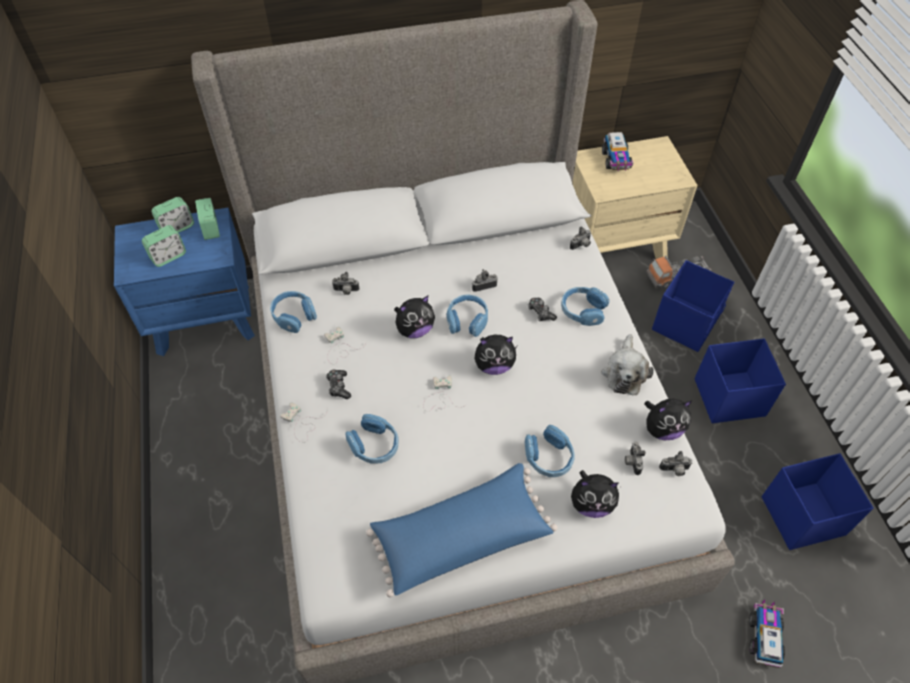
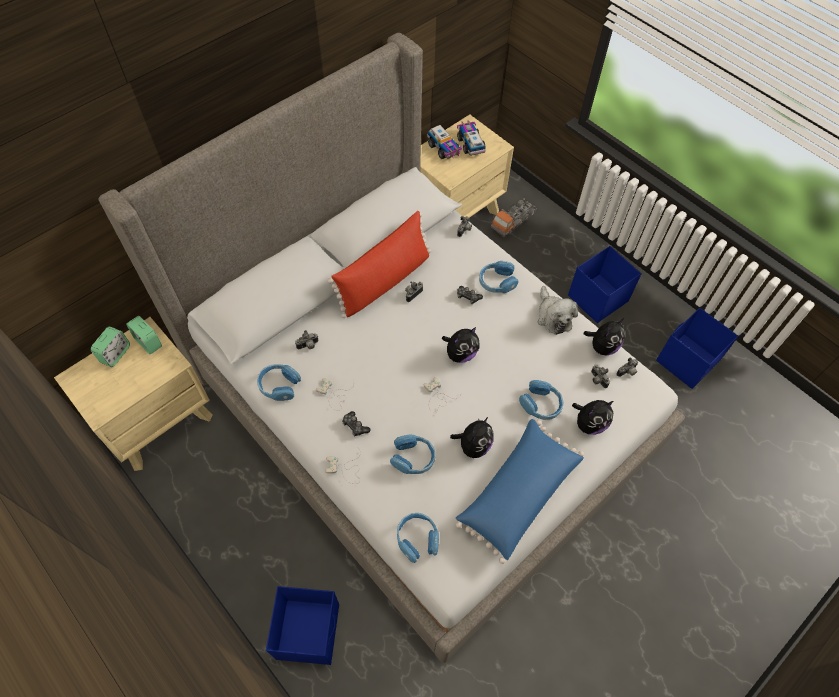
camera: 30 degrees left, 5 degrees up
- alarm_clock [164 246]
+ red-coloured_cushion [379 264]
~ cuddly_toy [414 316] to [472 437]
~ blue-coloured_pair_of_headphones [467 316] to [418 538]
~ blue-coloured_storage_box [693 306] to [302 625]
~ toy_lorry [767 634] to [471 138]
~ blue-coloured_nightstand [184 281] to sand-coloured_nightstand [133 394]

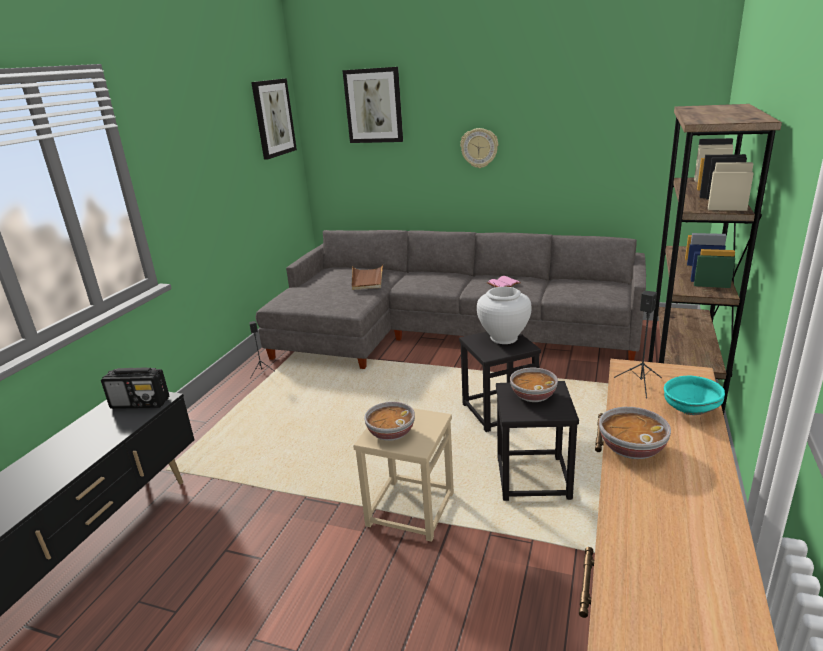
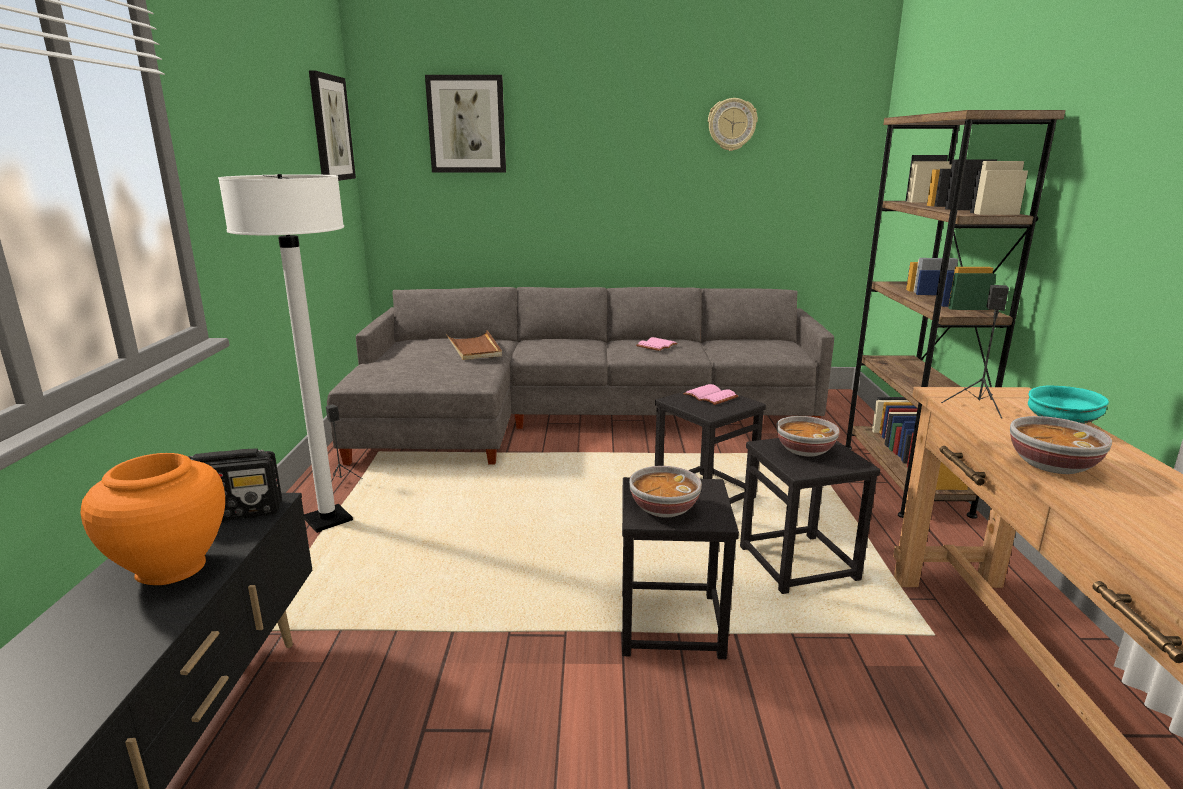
camera: 20 degrees left, 5 degrees down
+ orange_flower_vase [153 519]
+ whitish_standing_lamp [285 353]
~ hanging_clock [479 148] to [733 124]
~ whitish_flower_vase [504 315] to pink-coloured_book [710 394]
~ sand-coloured_stool [403 475] to black_stool [680 568]

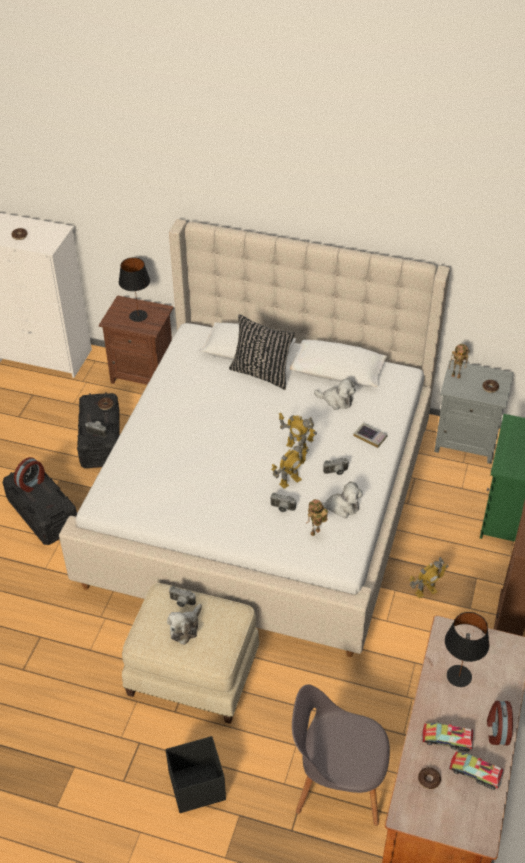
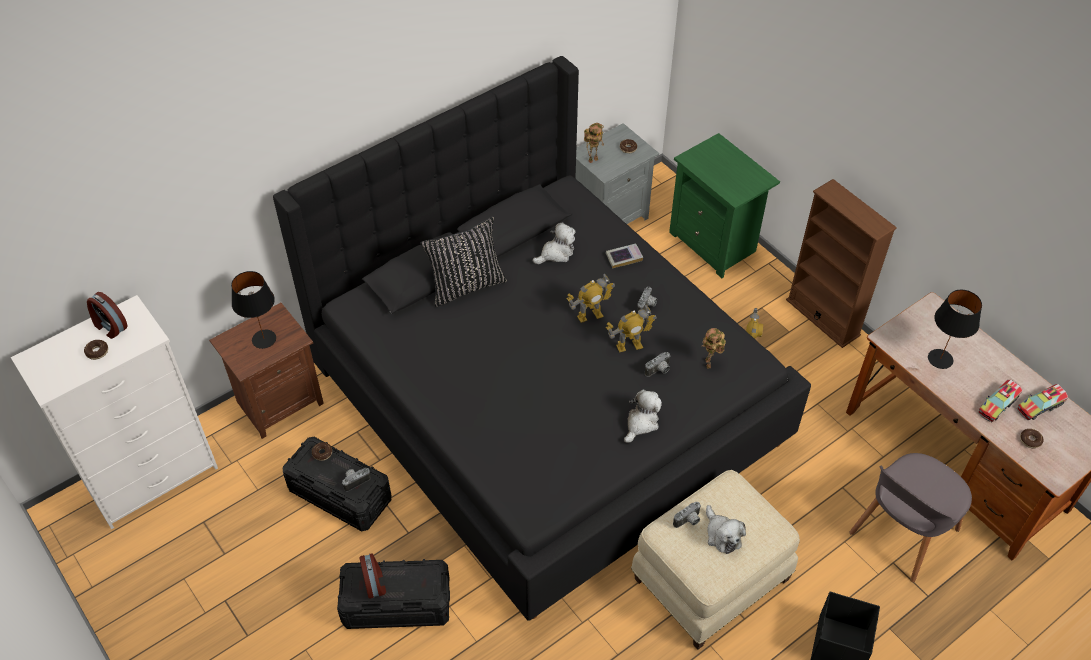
camera: 55 degrees left, 5 degrees up
~ cuddly_toy [342 500] to [643 416]
~ alarm_clock [500 723] to [107 315]
~ sand-coloured_bedroom_bed [254 438] to black_bedroom_bed [542 338]
~ robot_figure [290 465] = [631 329] 75 degrees clockwise

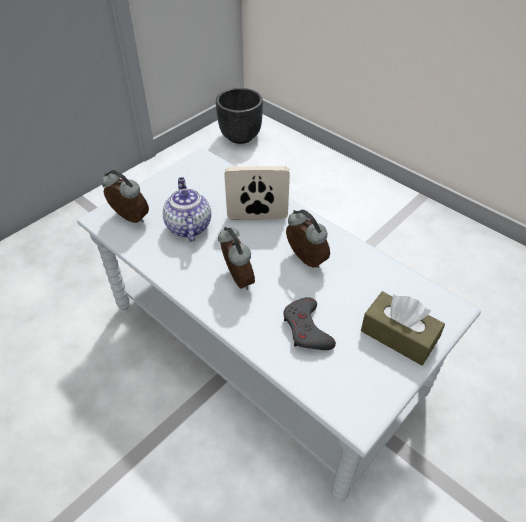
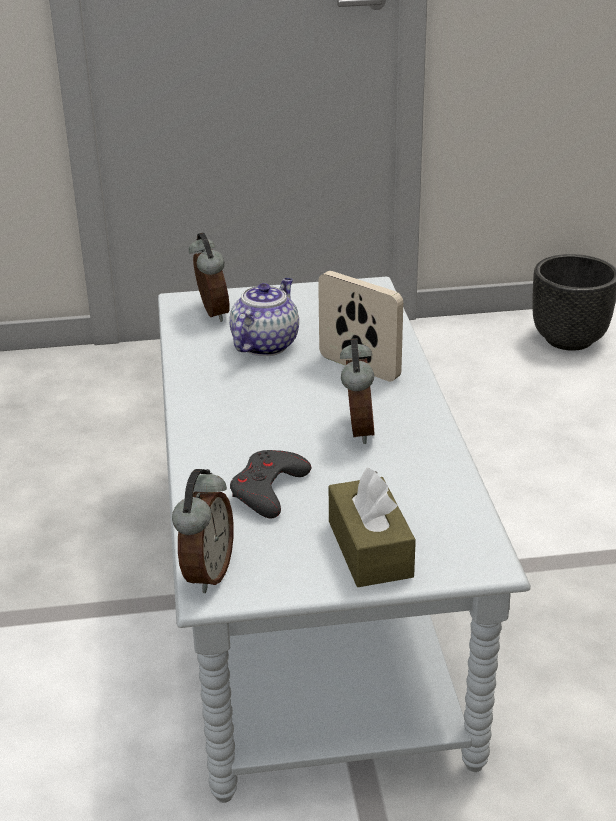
camera: 40 degrees right, 15 degrees down
~ alarm_clock [236 258] to [203 531]

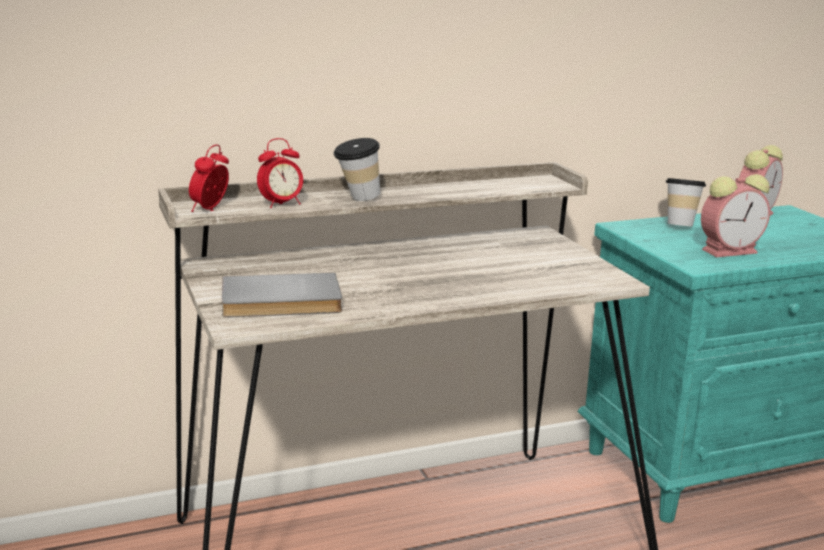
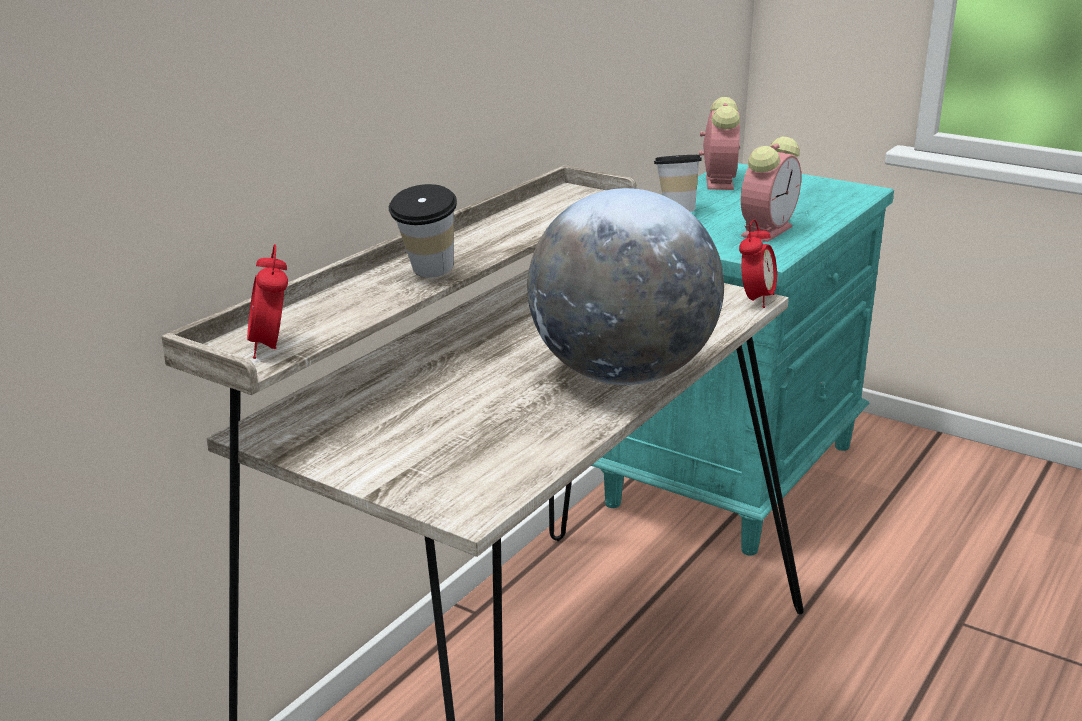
camera: 35 degrees left, 5 degrees up
- grey_book [282 295]
+ globe [625 286]
~ alarm_clock [280 173] to [758 263]

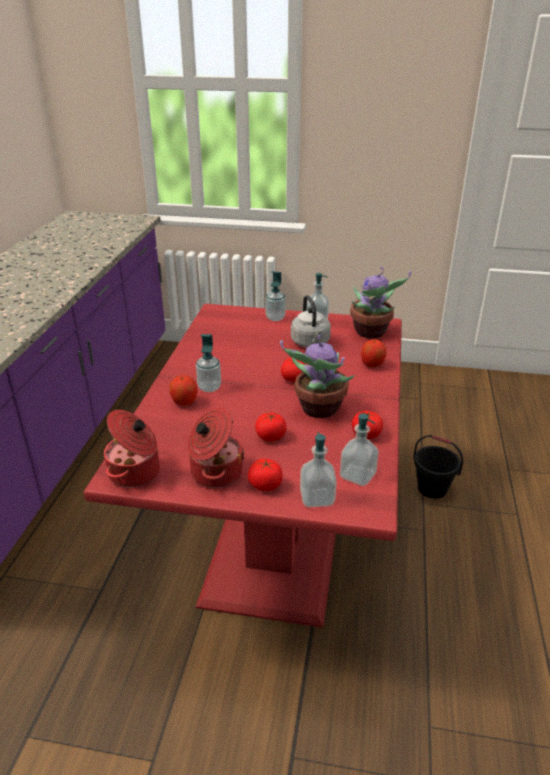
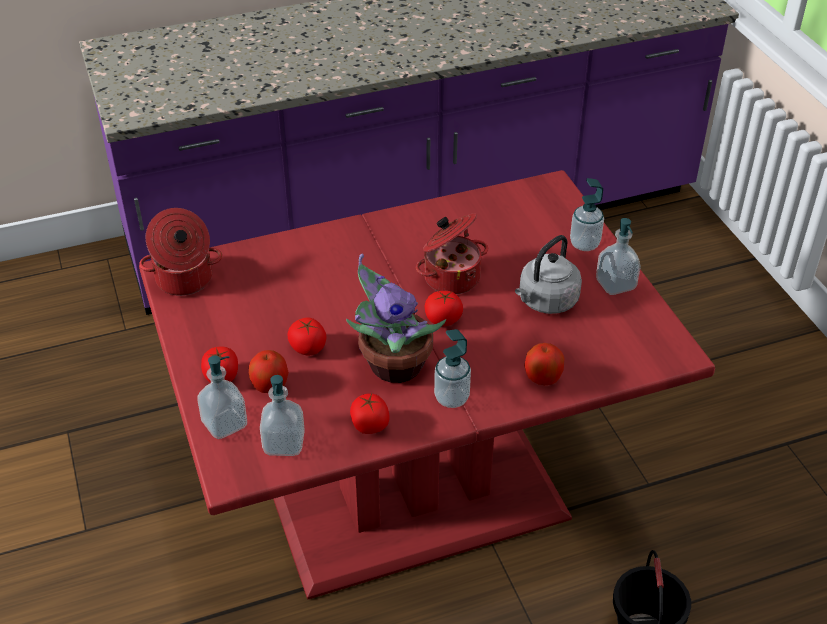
camera: 60 degrees right, 10 degrees up
- plant_in_a_pot [380 303]
~ apple [183 390] to [269 371]
~ cooking_pot [216 447] to [452 253]
~ soap_bottle [208 363] to [452 368]

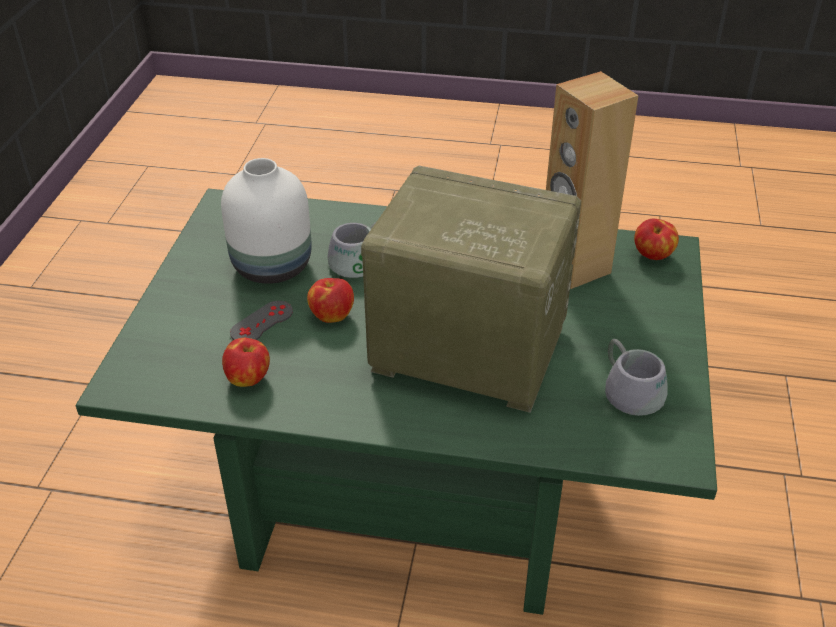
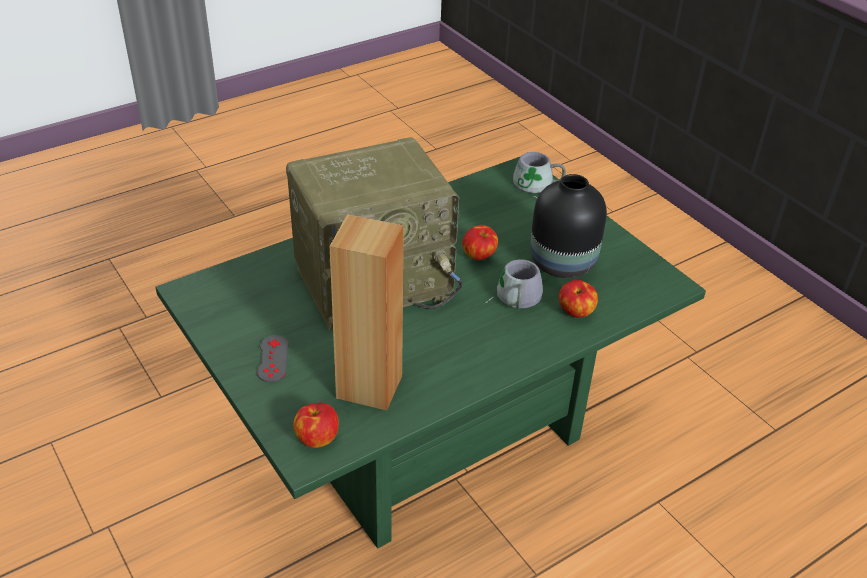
camera: 135 degrees right, 0 degrees up
~ apple [246 362] to [578 299]
~ grey_joypad [261 320] to [272 358]
~ grey_mug [636 377] to [539 175]
~ whitish_flower_vase [266 221] to black_flower_vase [568 226]

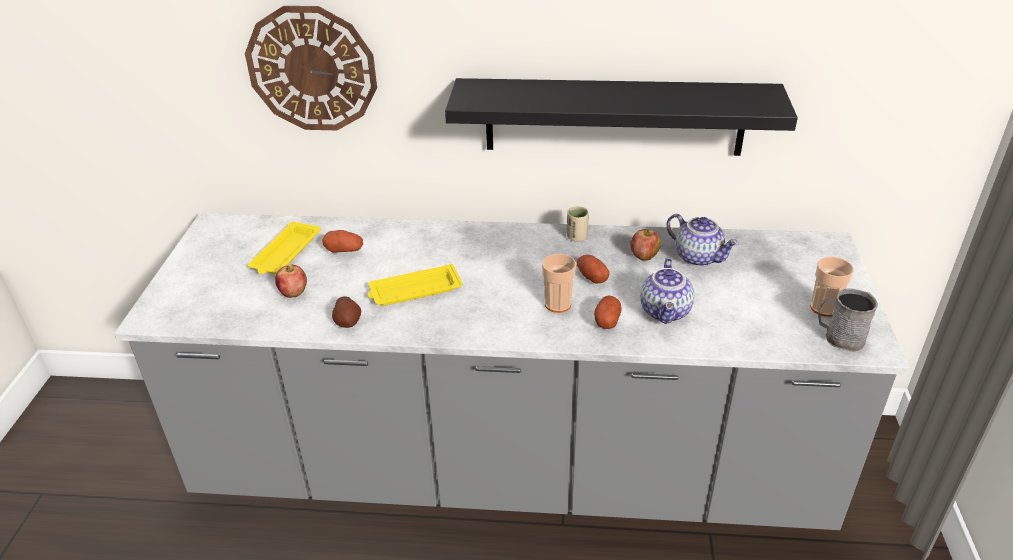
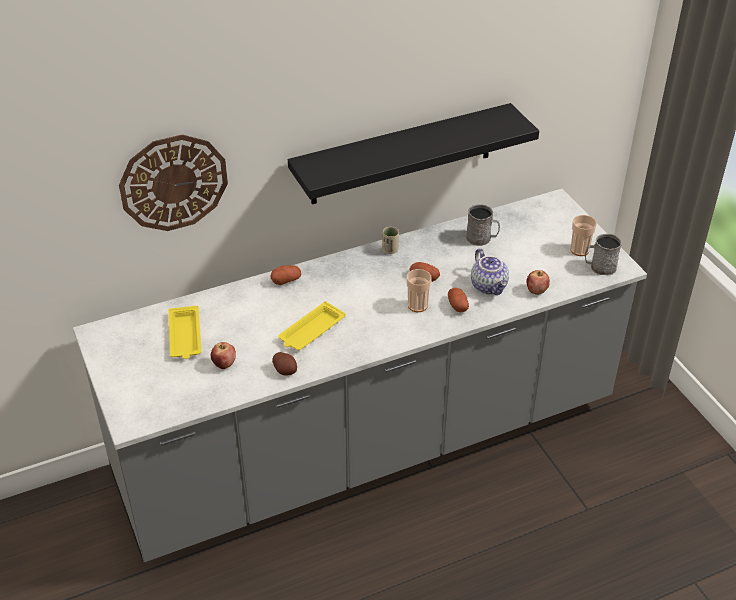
camera: 30 degrees left, 5 degrees up
~ whole_potato [342 241] to [286 275]
~ apple [646 244] to [538 282]
~ pot_for_tea [702 240] to grey_mug [483 225]

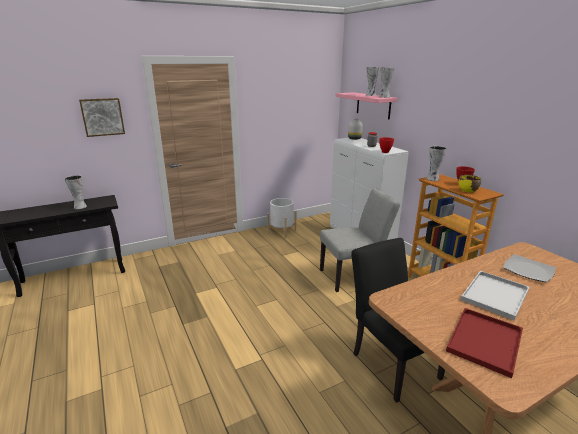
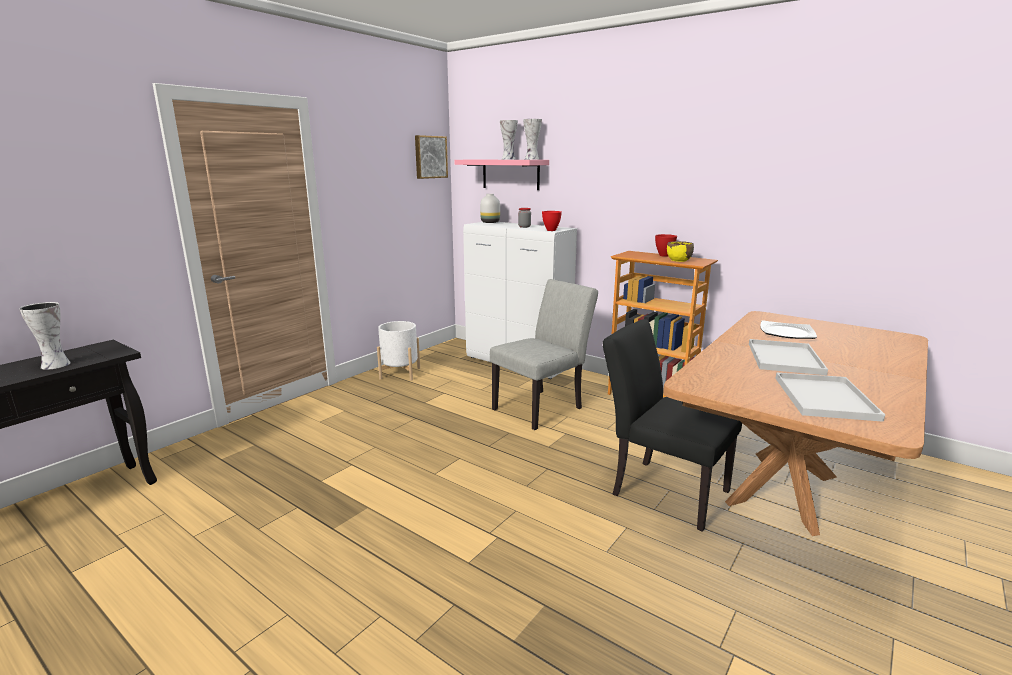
camera: 25 degrees left, 5 degrees down
- flower_vase [436 163]
~ wall_picture [102 117] to [431 157]
~ red-coloured_carrying_tray [484 343] to whitish_carrying_tray [830 397]

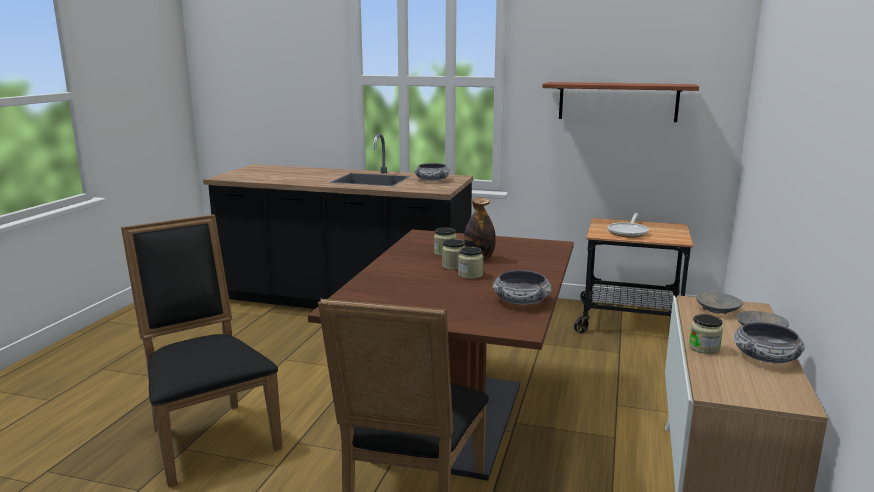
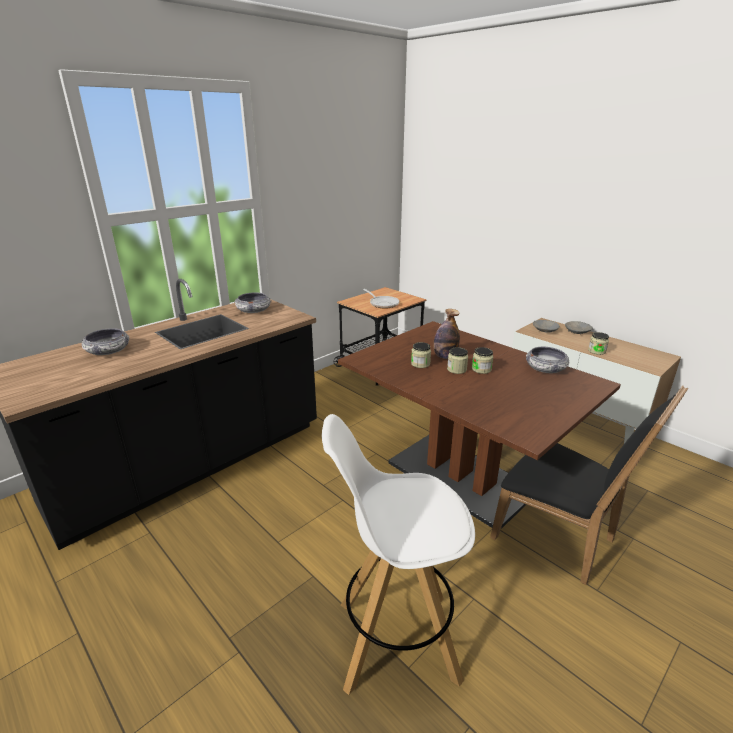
camera: 60 degrees left, 10 degrees up
- wall_shelf [620 102]
~ serving_bowl [769 342] to [105 341]
~ black_chair [202 351] to whitish_stool [398 554]

